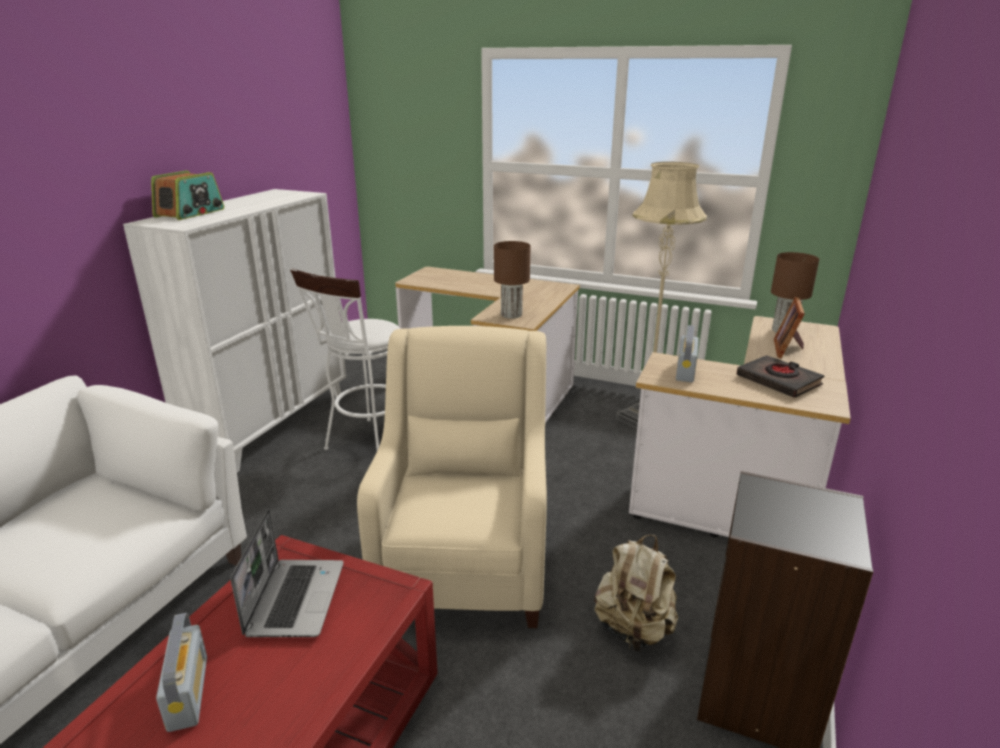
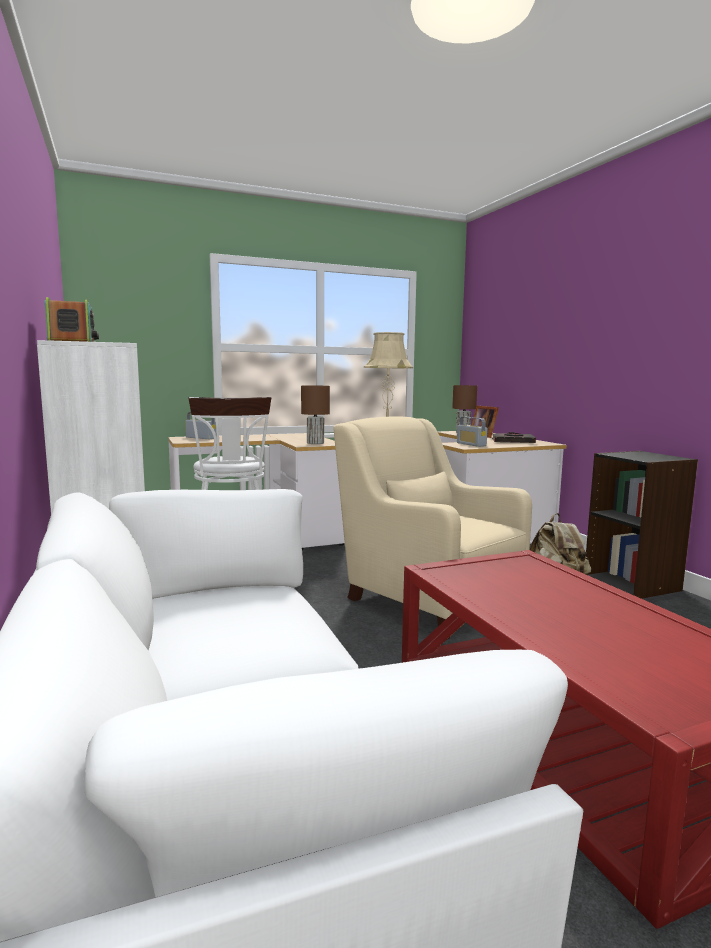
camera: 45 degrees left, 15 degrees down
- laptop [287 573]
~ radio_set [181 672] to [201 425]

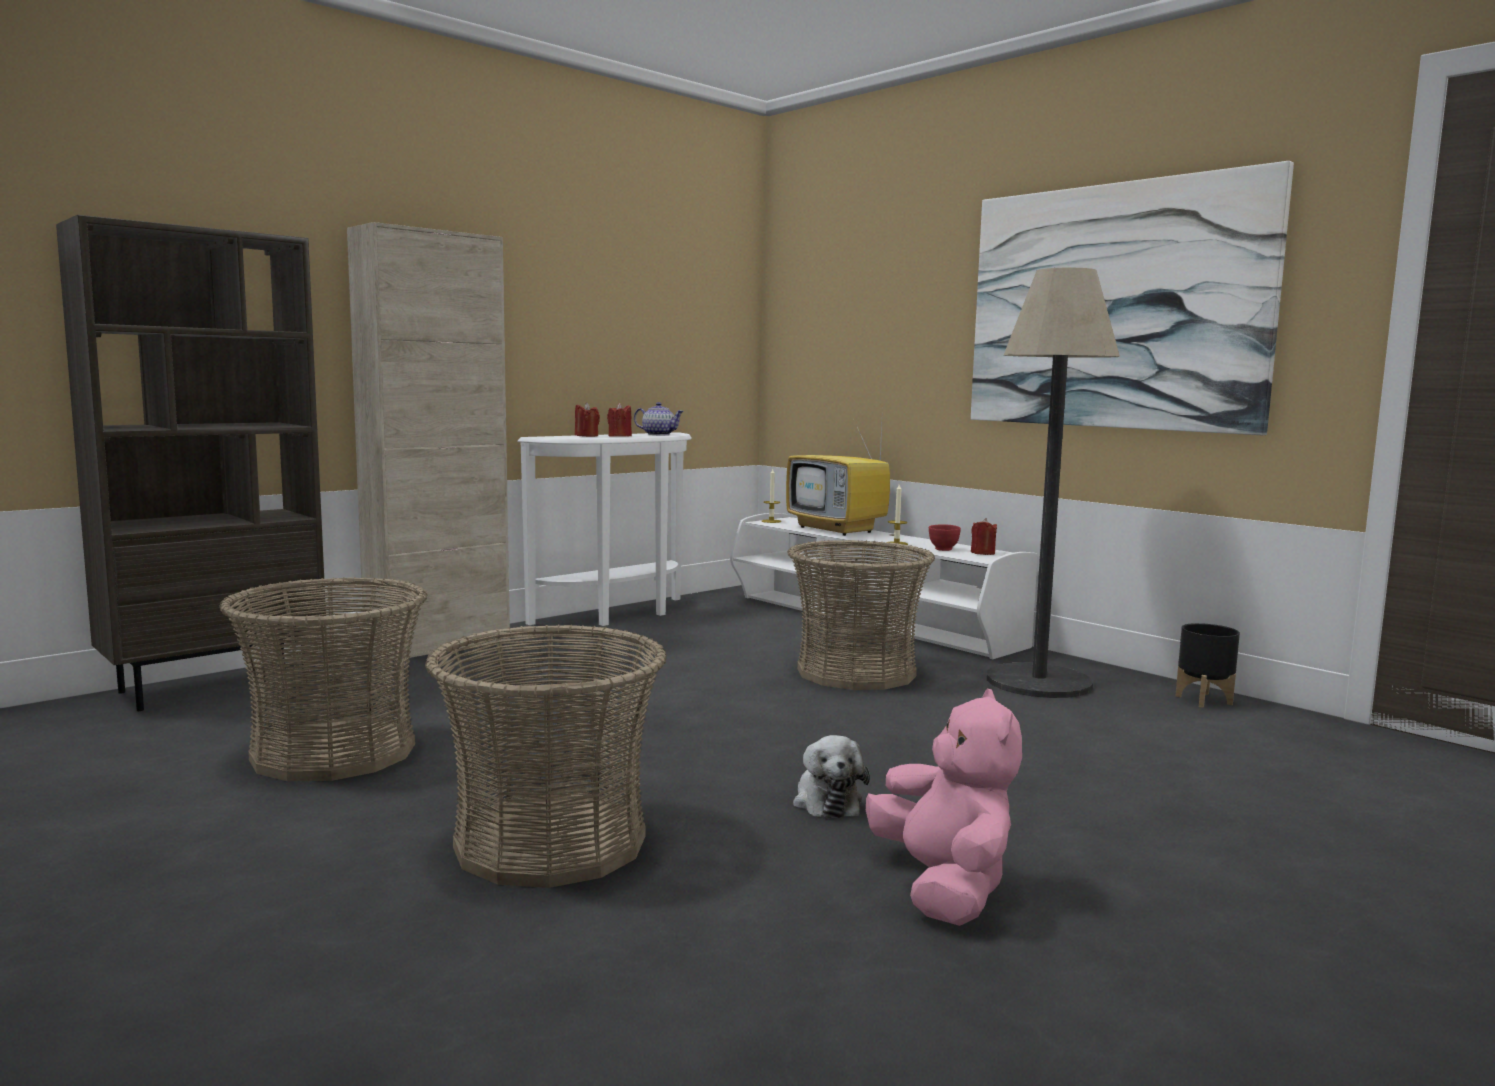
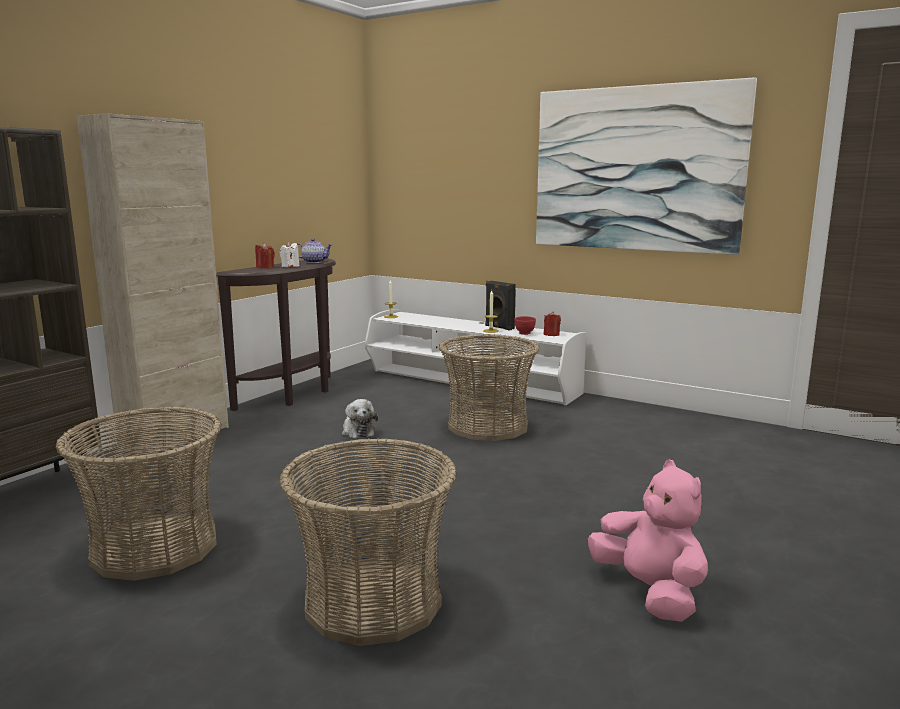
camera: 15 degrees left, 5 degrees up
- television [838 470]
- standing_lamp [1053 483]
- black_flower_pot [1207 665]
+ black_speaker [500 306]
~ cuddly_toy [831 777] to [360 419]
~ whitish_console_table [605 529] to brown-coloured_console_table [276 334]
~ red-coloured_wax_candle [619 420] to whitish_wax_candle [289 254]

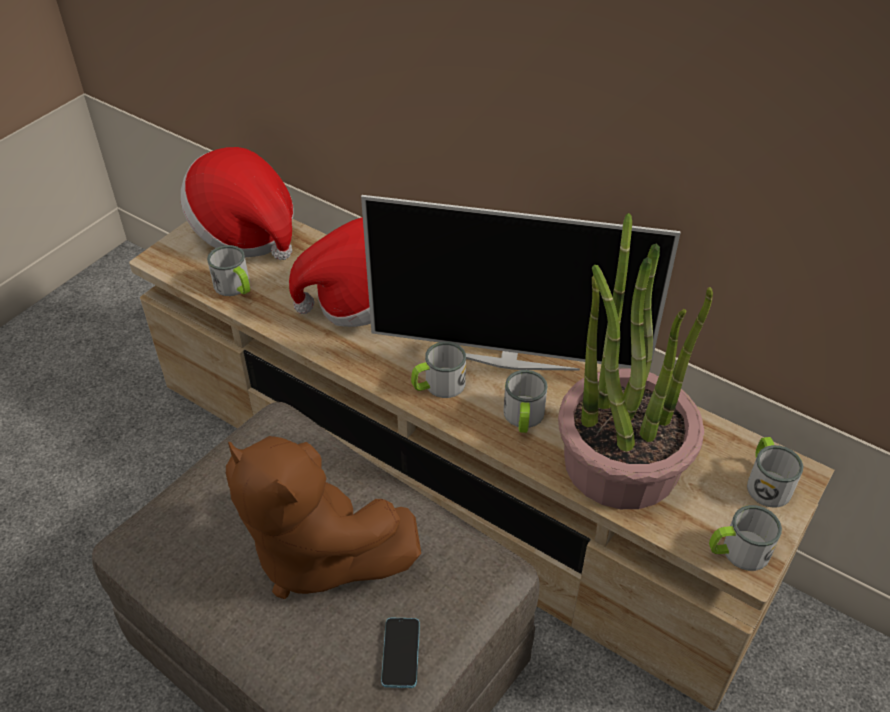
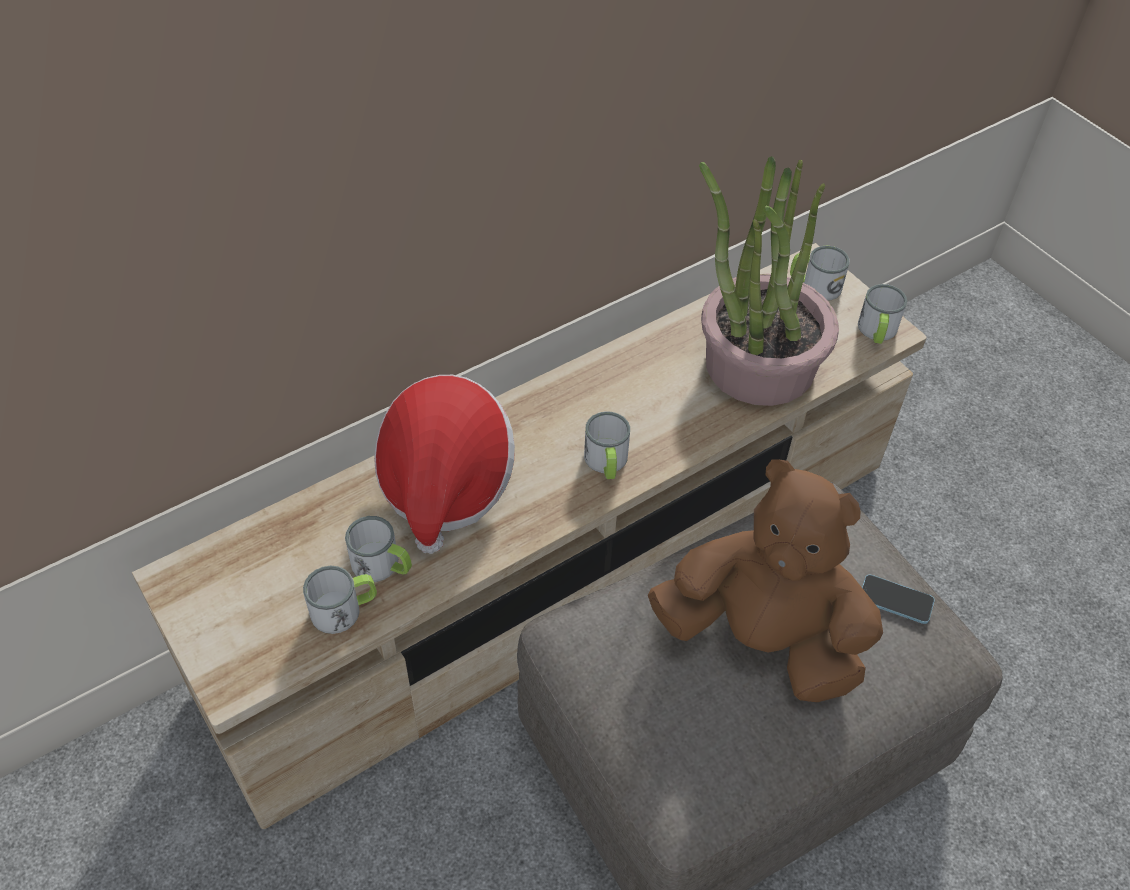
camera: 70 degrees left, 5 degrees up
- hat [237 203]
- television [521 283]
~ mug [525 401] to [378 549]
~ brown-coloured_cuddly_toy [323 517] = [765 580] 120 degrees counterclockwise

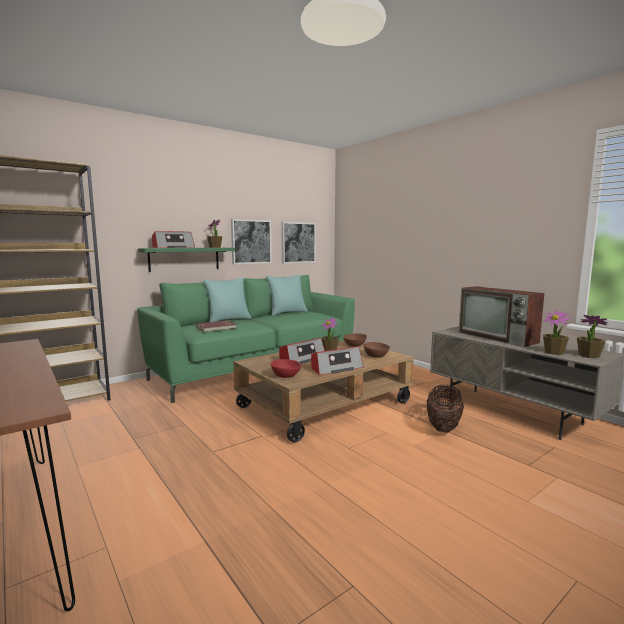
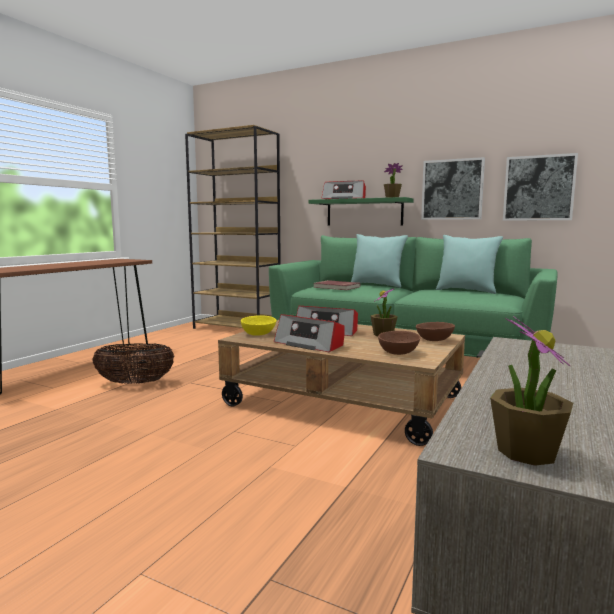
camera: 65 degrees right, 0 degrees up
- television [501 316]
- plant_in_a_pot [556 333]
~ basket [445 409] to [133 363]
~ red-coloured_serving_bowl [286 368] to yellowish_serving_bowl [259 325]

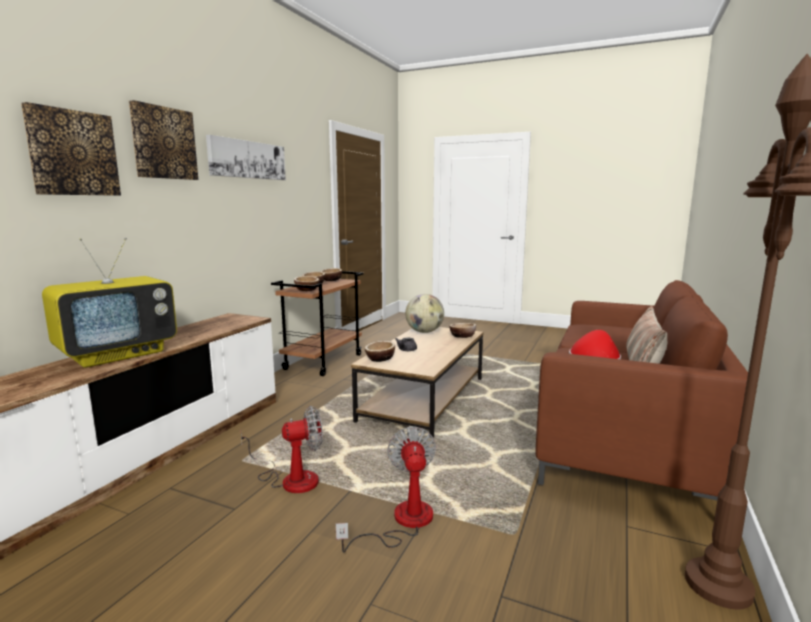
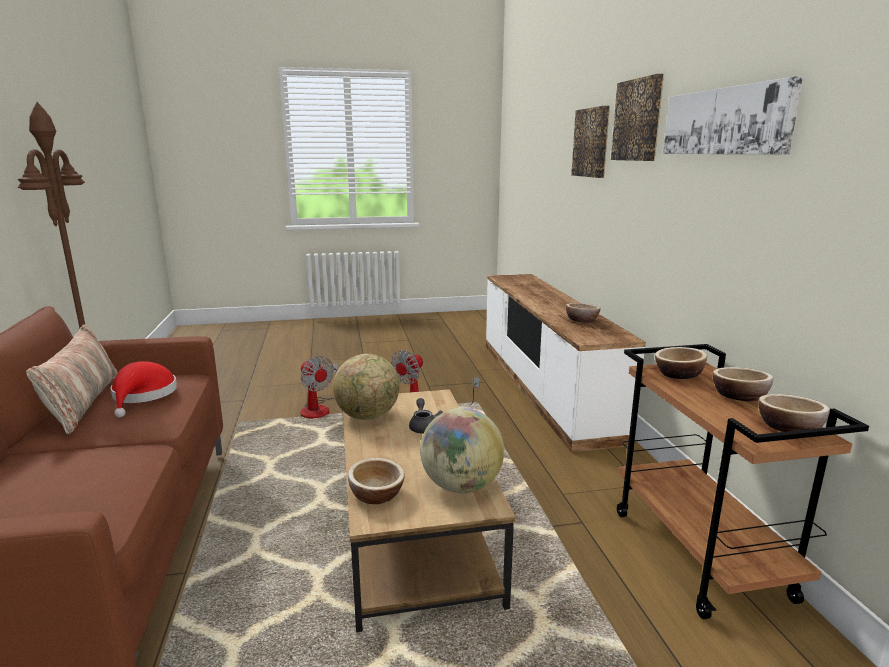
camera: 145 degrees right, 5 degrees up
- television [109 303]
+ globe [366 387]
~ serving_bowl [380 351] to [583 313]

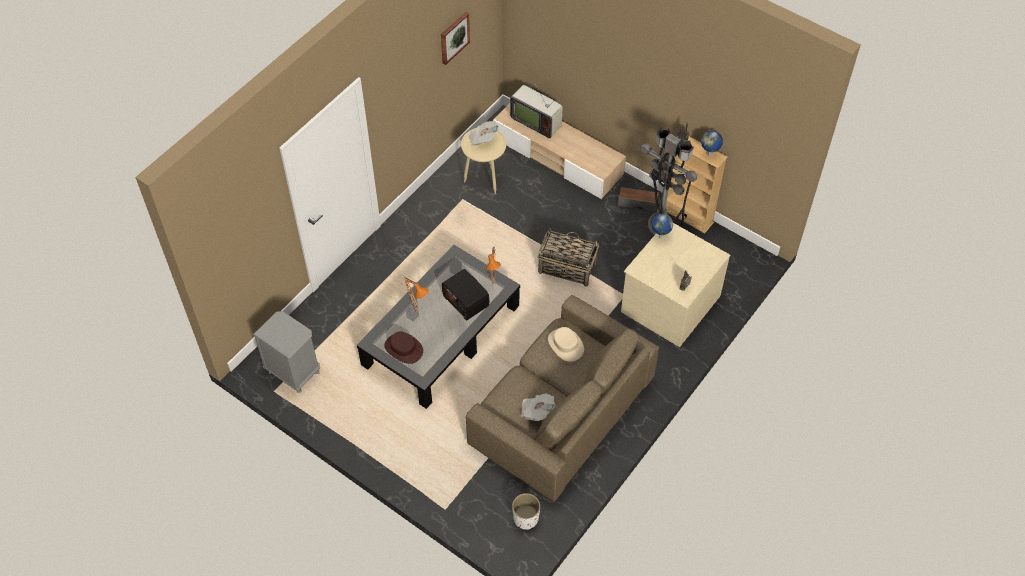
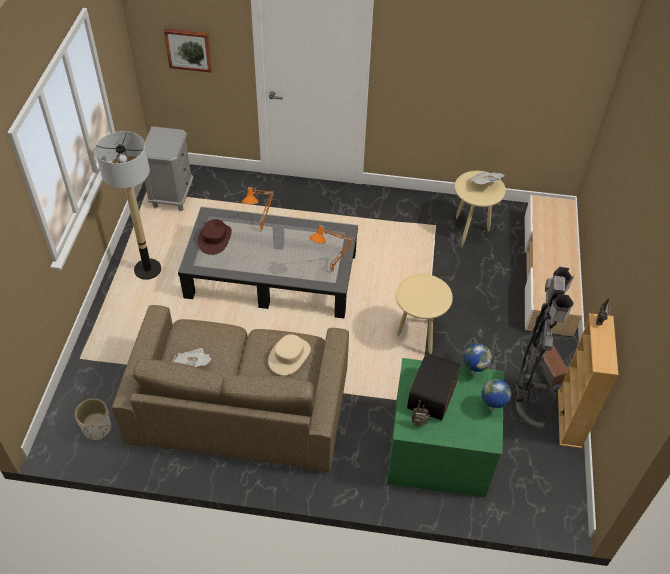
camera: 60 degrees right, 5 degrees down
- television [536 110]
+ standing_lamp [128 205]
~ wall_picture [455 38] to [188 50]
~ radio_set [465 294] to [434 387]
~ globe [712 143] to [496 395]
~ basket [568 257] to sand-coloured_end_table [424 314]
~ sand-coloured_drawer_chest [675 285] to greenish_drawer_chest [445 428]

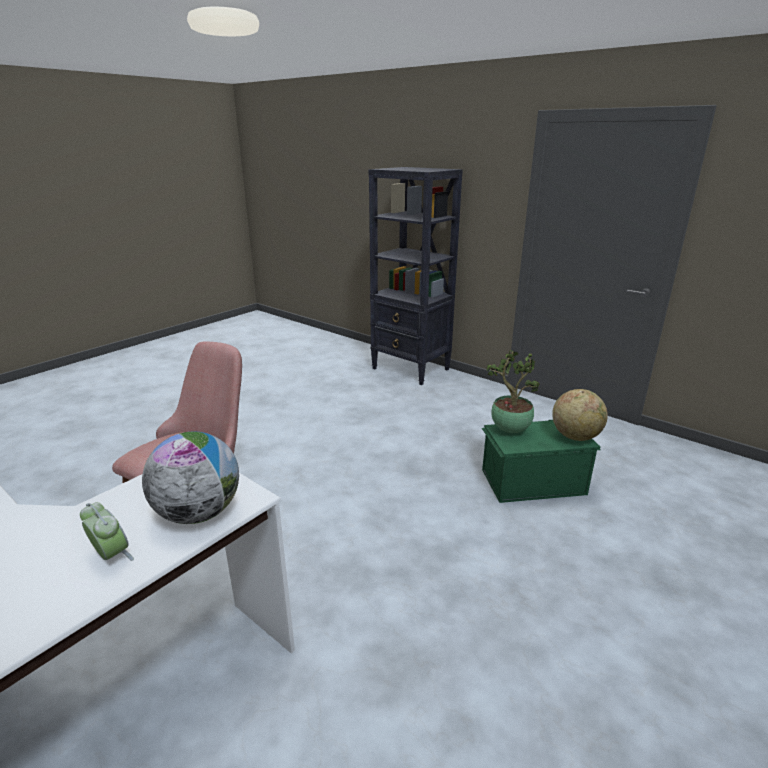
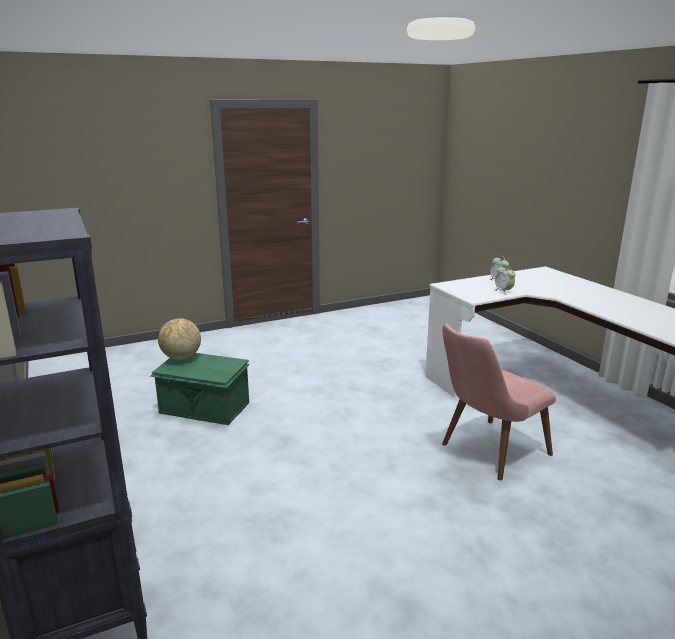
camera: 155 degrees left, 5 degrees down
- globe [190 478]
- plant_in_a_pot [513 391]
+ alarm_clock [505 280]

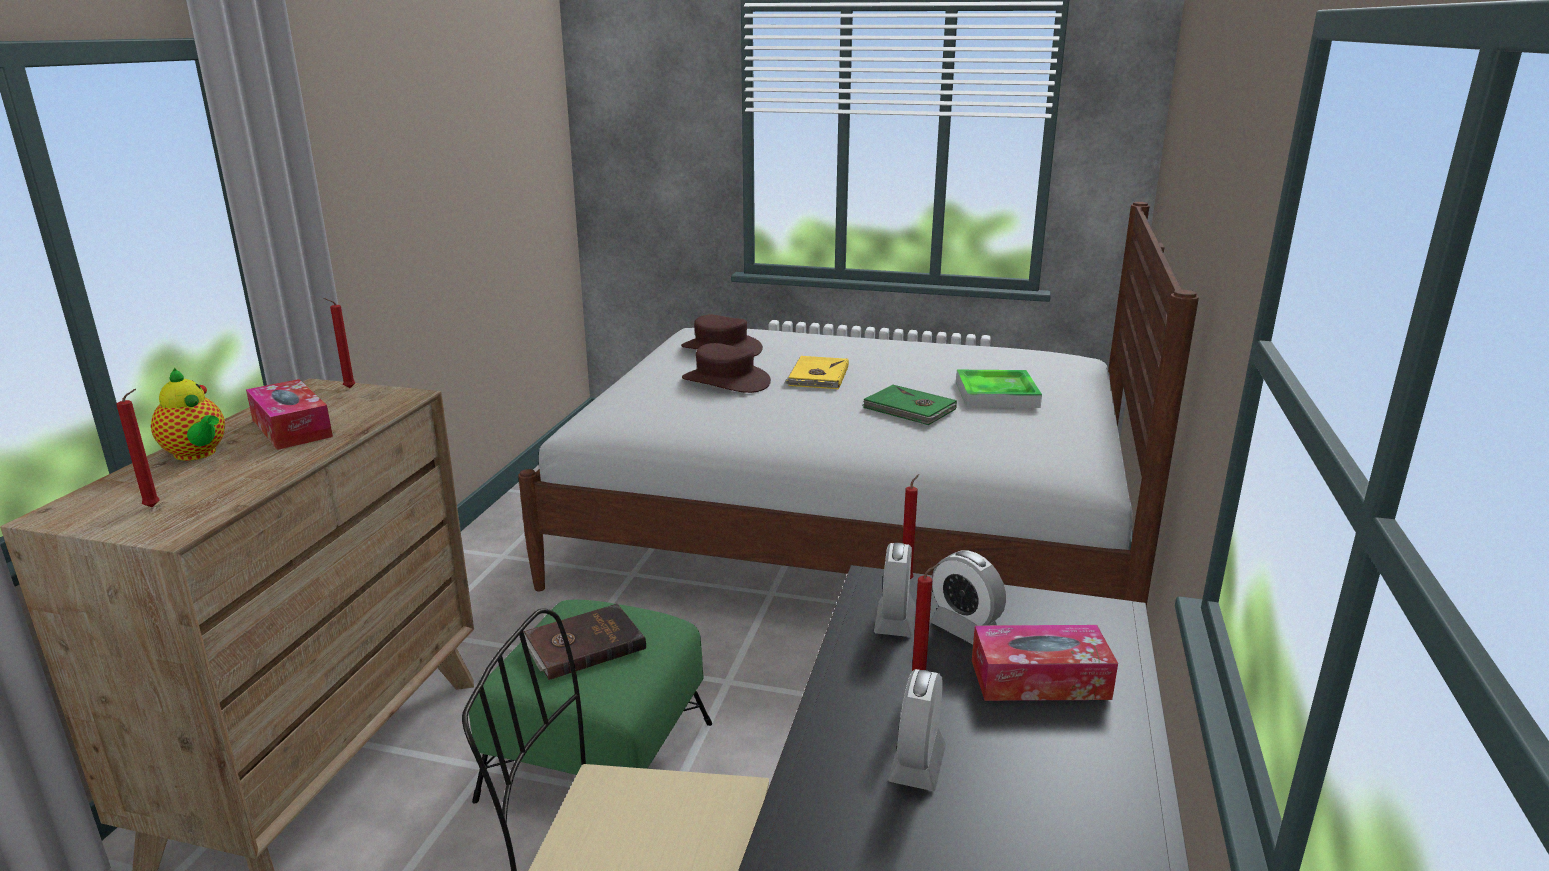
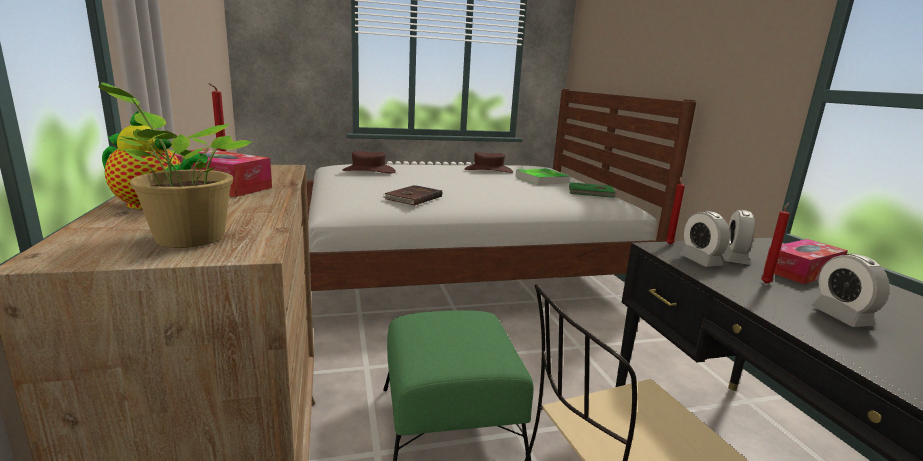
camera: 30 degrees left, 5 degrees down
- yellowish_book [816 373]
~ brown-coloured_book [585 642] to [412 195]
~ brown-coloured_hat [726 368] to [488 162]
~ greenish_book [910 405] to [593 190]
~ red-coloured_wax_candle [138 448] to plant_in_a_pot [175 165]
~ alarm_clock [968 597] = [738 237] 90 degrees clockwise

